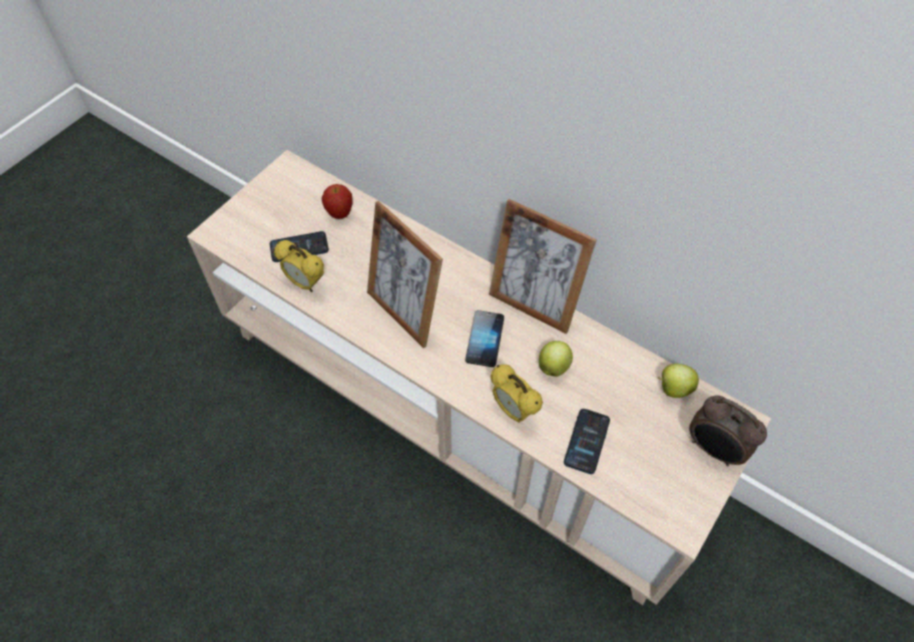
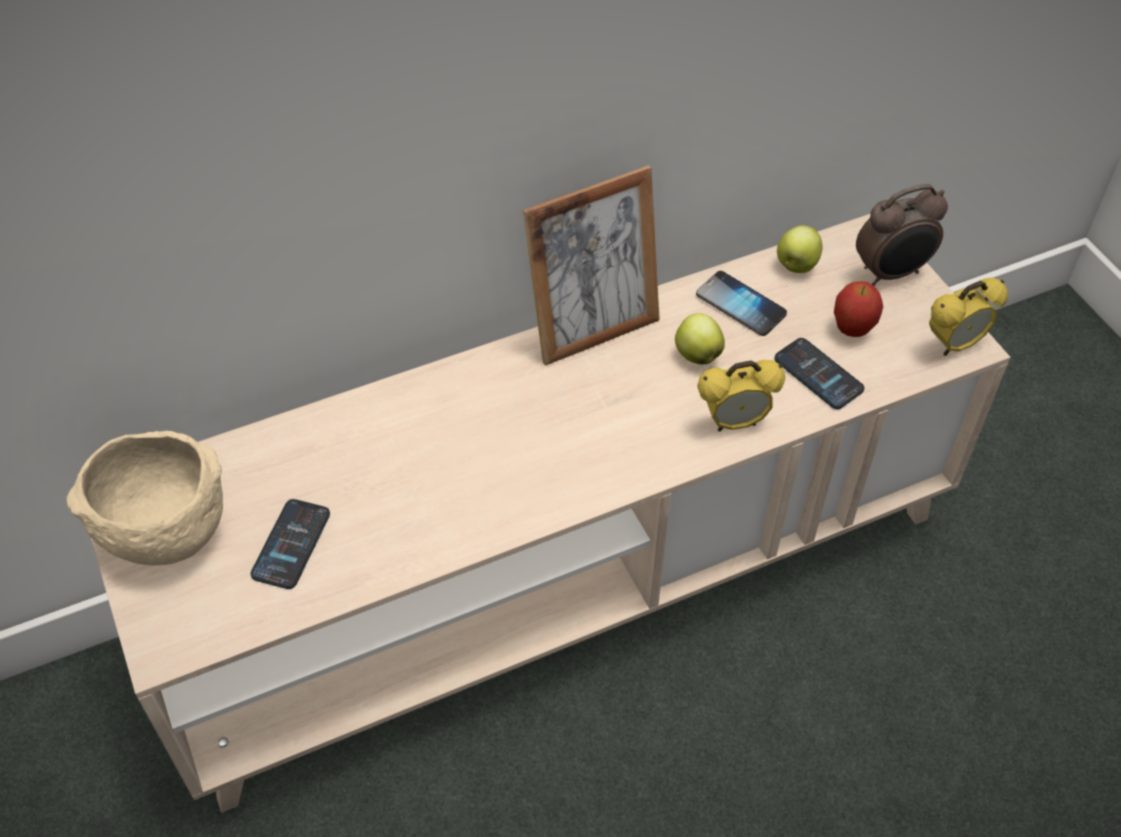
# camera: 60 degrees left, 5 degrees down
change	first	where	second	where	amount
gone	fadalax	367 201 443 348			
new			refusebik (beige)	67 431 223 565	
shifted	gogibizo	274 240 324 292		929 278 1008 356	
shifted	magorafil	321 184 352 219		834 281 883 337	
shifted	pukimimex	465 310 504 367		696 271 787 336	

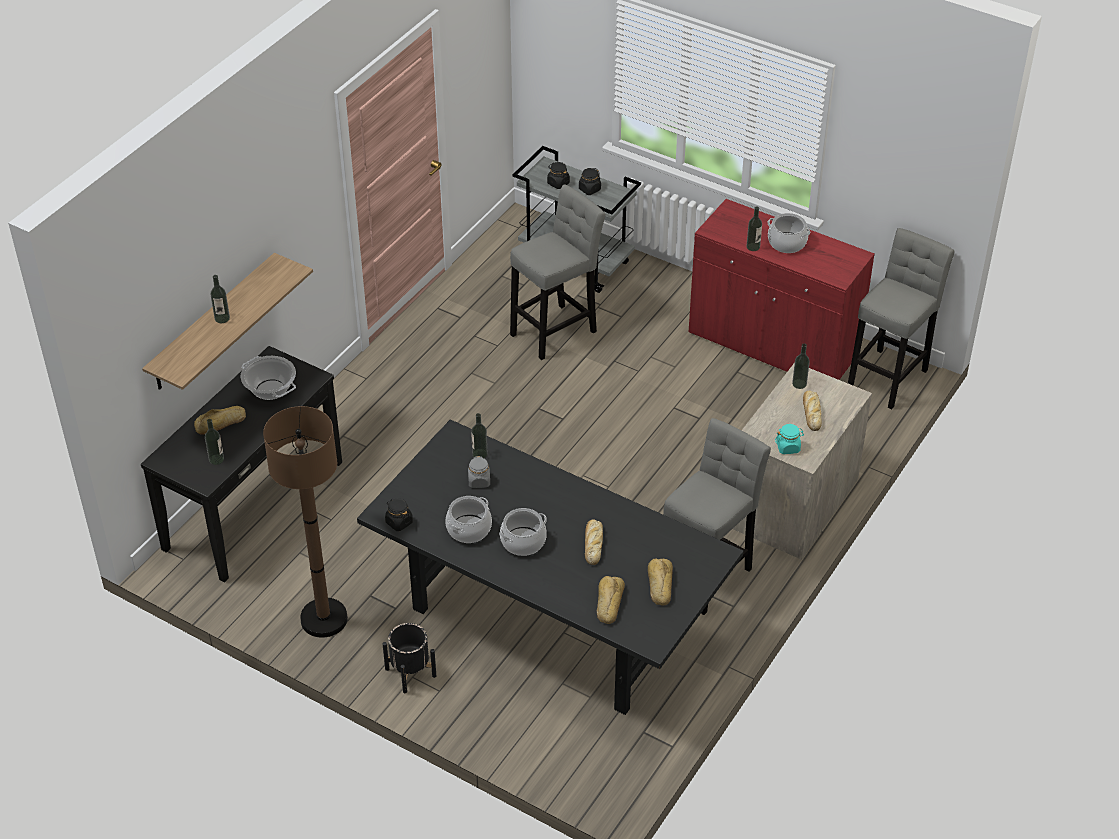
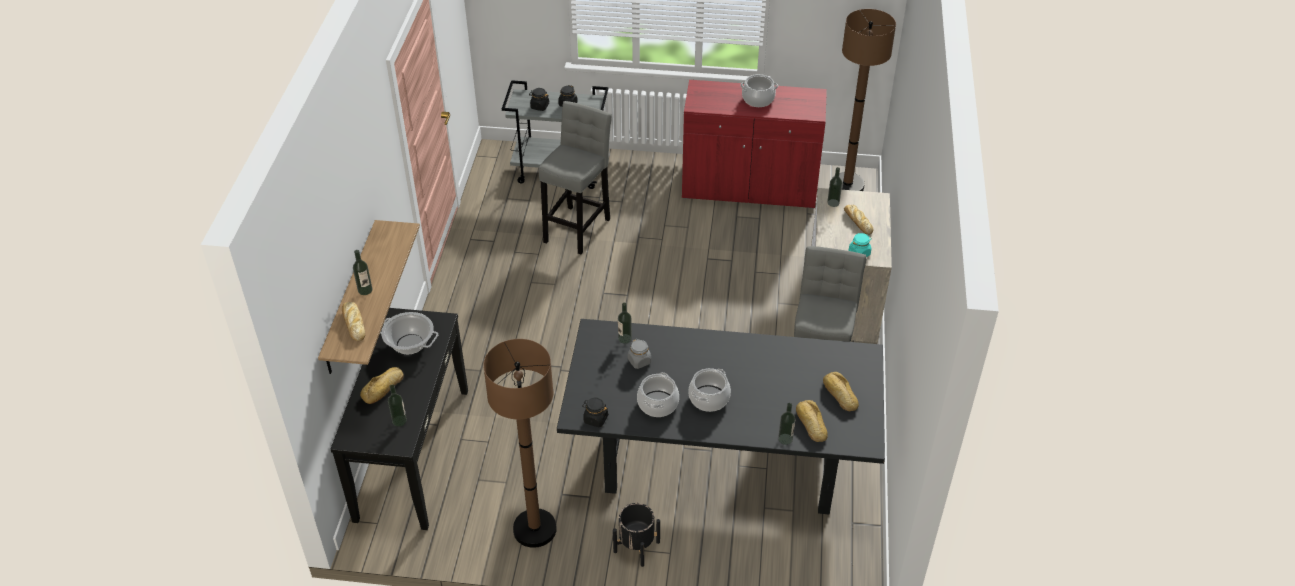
# camera: 25 degrees left, 0 degrees up
change	first	where	second	where	amount
shifted	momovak	585 520 603 565		342 302 365 341	
shifted	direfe	746 207 762 251		778 403 795 445	
swapped	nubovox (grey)	848 228 955 409	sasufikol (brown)	839 9 896 191	

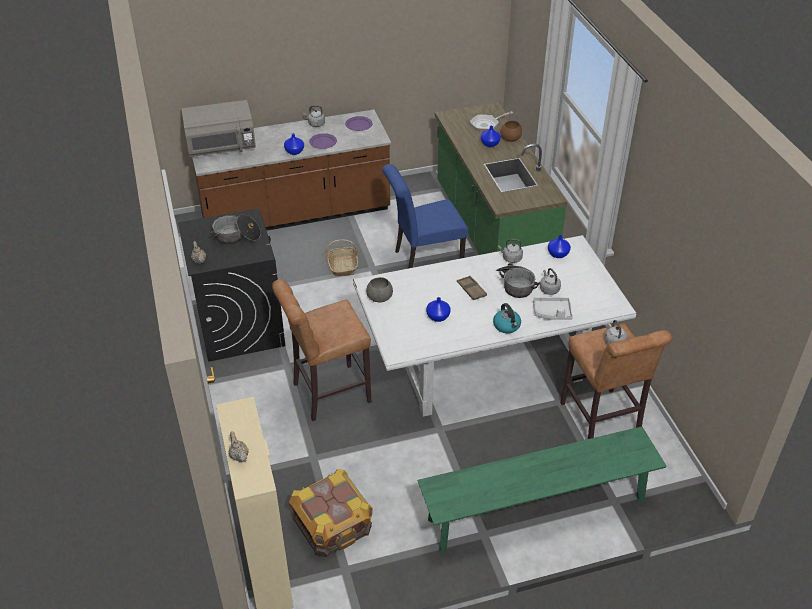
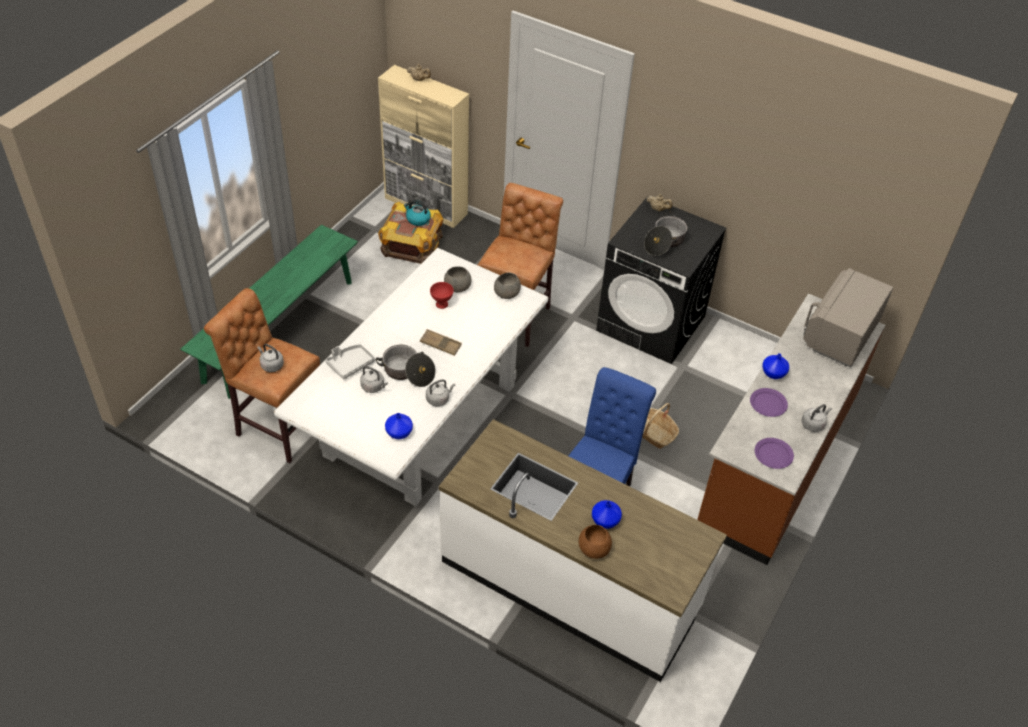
# camera: 135 degrees right, 5 degrees up
change	first	where	second	where	amount
gone	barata	470 111 513 132			
new			refusebik (grey)	444 266 471 293	
shifted	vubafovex	493 303 521 333		404 200 431 226	
swapped	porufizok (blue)	426 297 451 322	refusebik (red)	430 282 454 309	
repainted	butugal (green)	435 102 567 255	butugal (white)	439 419 727 682	

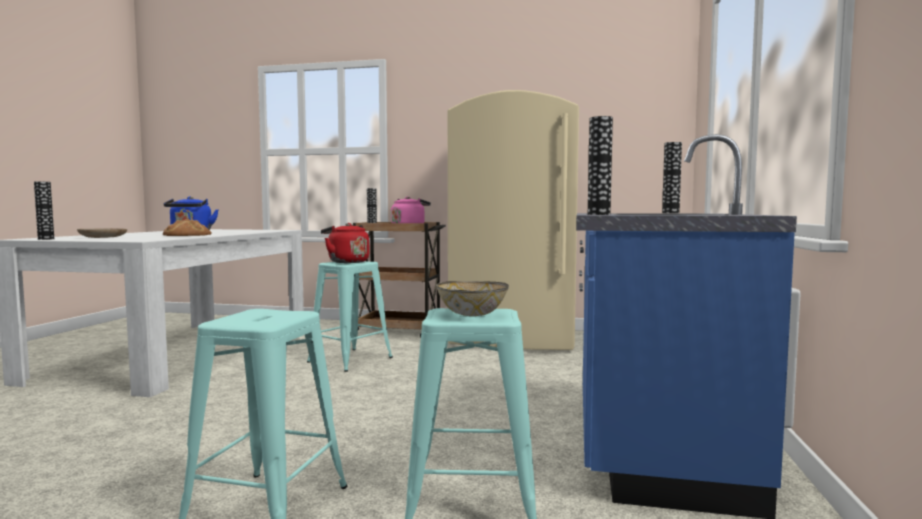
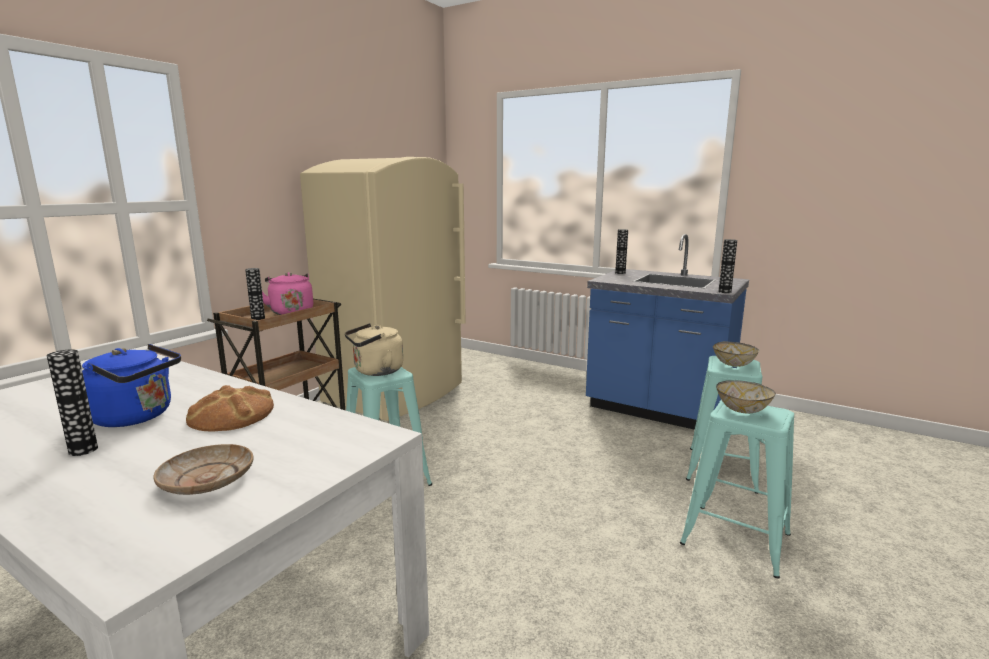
# camera: 70 degrees left, 10 degrees up
change	first	where	second	where	amount
new			refusebik	716 380 776 413	
shifted	porufizok	34 181 54 240		47 349 98 456	
repainted	vubafovex (red)	321 223 369 263	vubafovex (beige)	345 323 403 376	

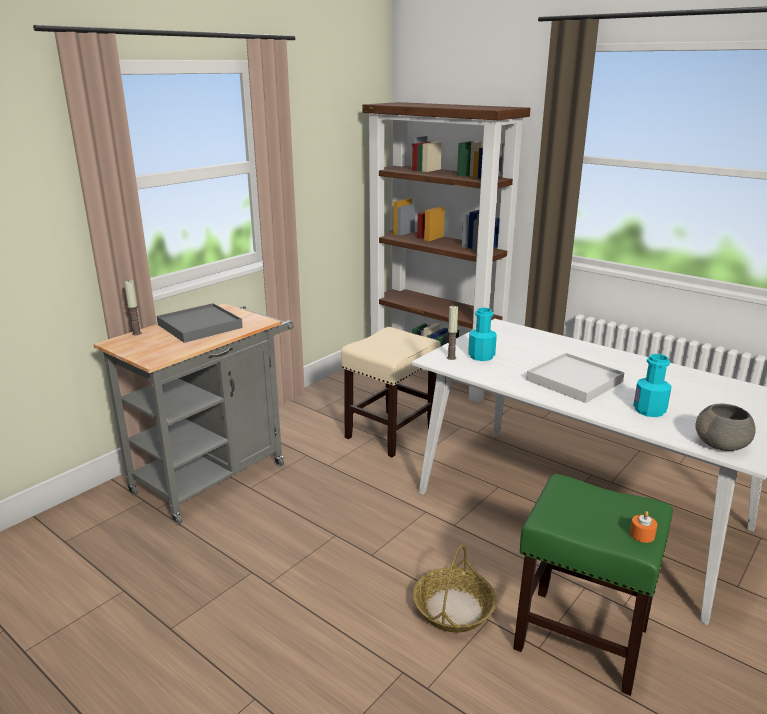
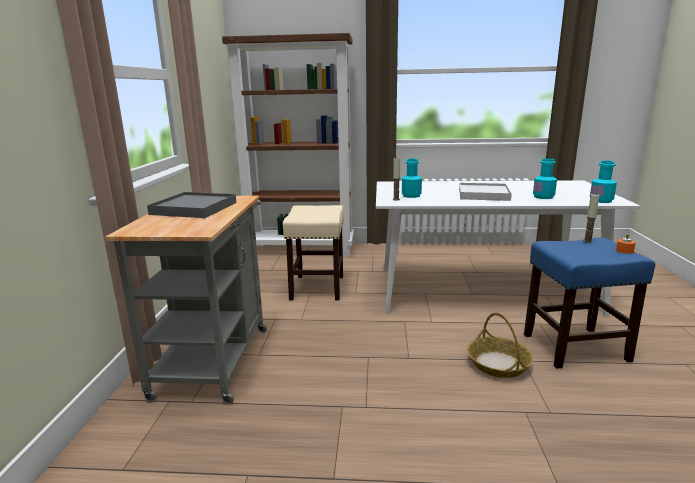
# camera: 35 degrees left, 5 degrees down
change	first	where	second	where	amount
shifted	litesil	124 280 142 335		583 194 600 243	
swapped	refusebik (grey)	695 404 756 451	direfe (turquoise)	590 161 617 203	
repainted	nubovox (green)	513 474 673 696	nubovox (blue)	524 238 655 369	

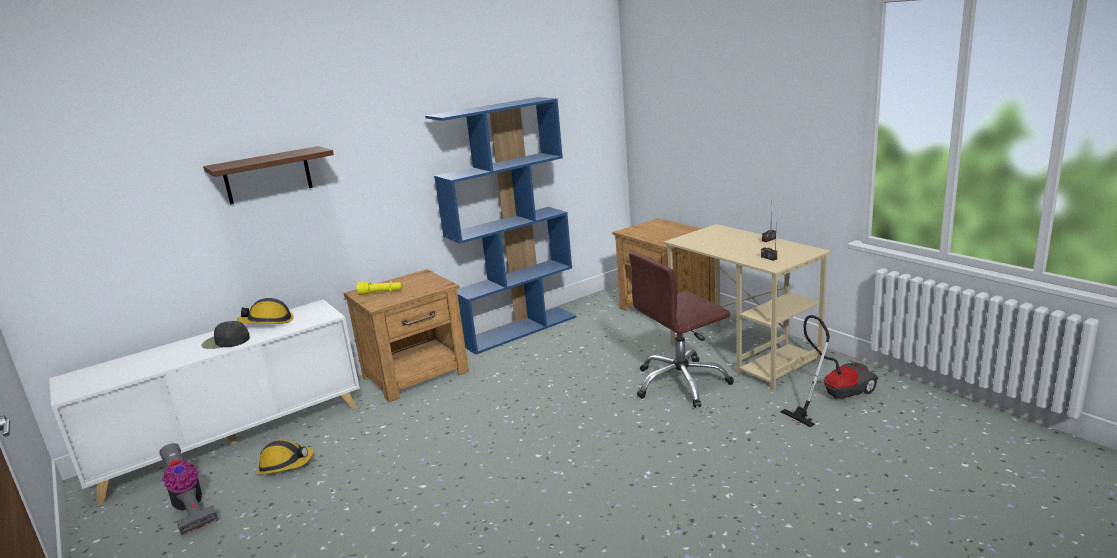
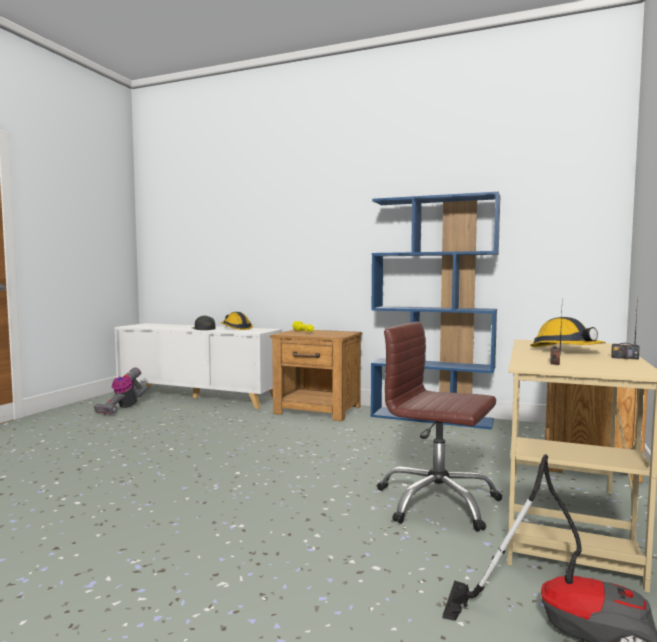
# camera: 55 degrees right, 15 degrees down
change	first	where	second	where	amount
gone	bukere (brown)	203 146 334 204			
shifted	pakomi	257 439 314 474		530 317 606 347	

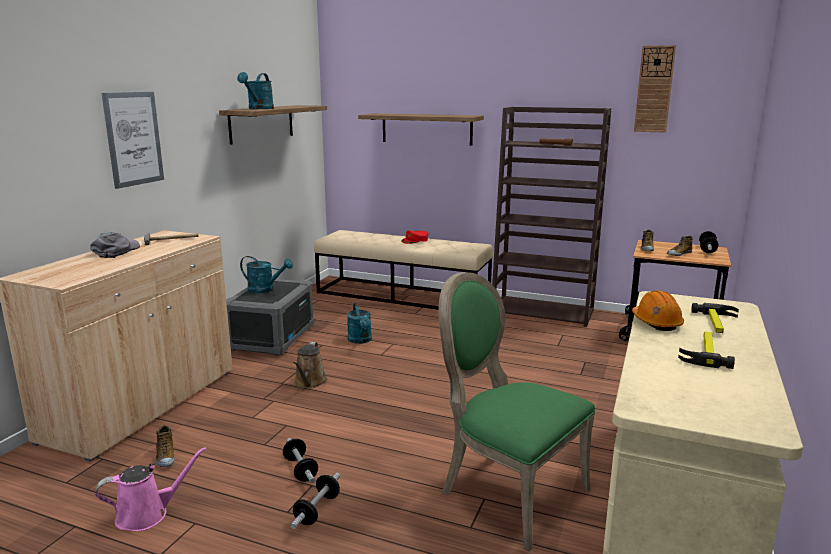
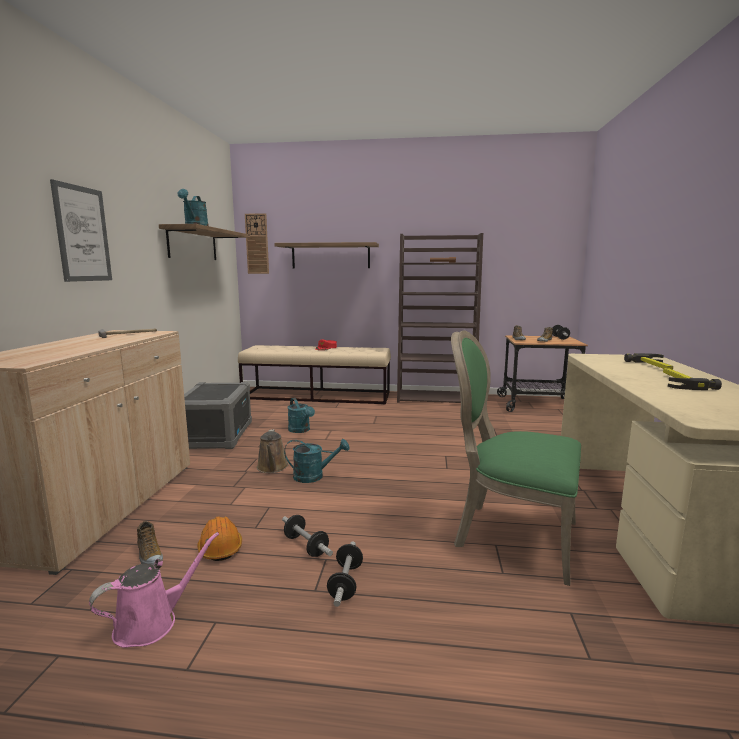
# camera: 15 degrees left, 5 degrees down
change	first	where	second	where	amount
gone	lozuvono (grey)	90 232 140 258			
shifted	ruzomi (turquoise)	240 256 293 294		284 439 349 483	
shifted	pakomi (orange)	632 290 684 331		197 516 242 561	
shifted	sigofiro	634 45 676 133		245 213 269 274	

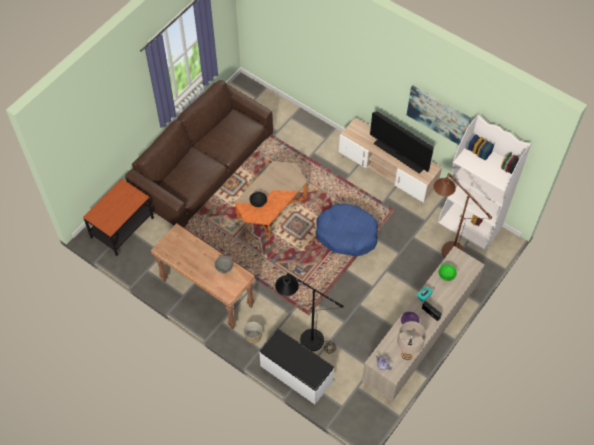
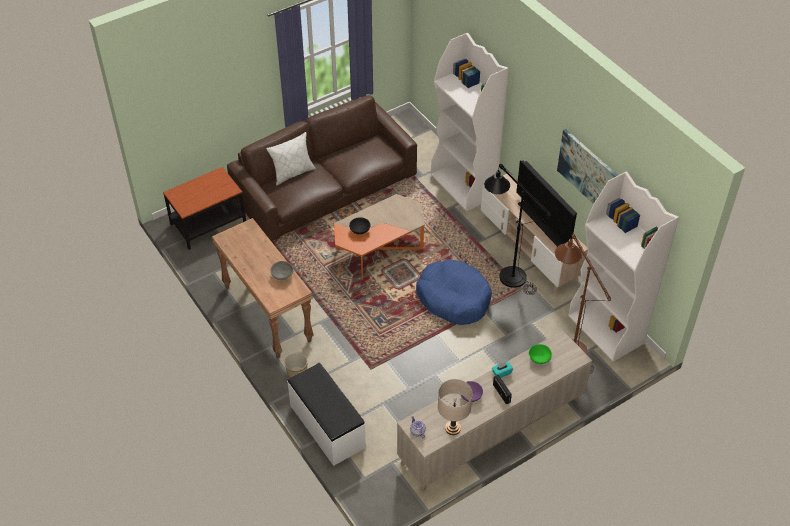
# camera: 20 degrees right, 10 degrees down
change	first	where	second	where	amount
new			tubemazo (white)	266 132 316 185	
new			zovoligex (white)	431 33 509 211	
shifted	sasufikol (black)	275 273 344 353		484 164 551 295	

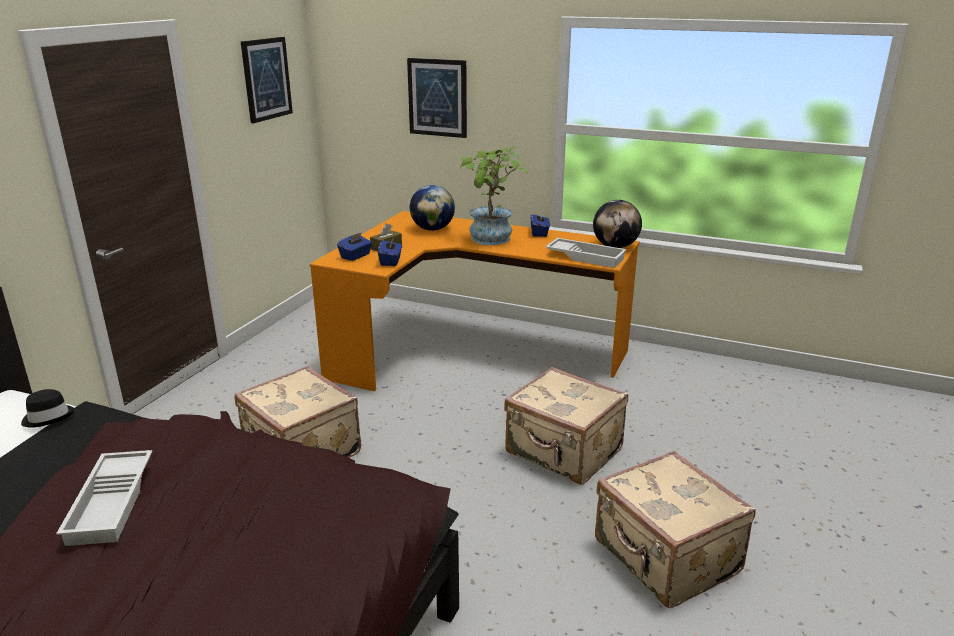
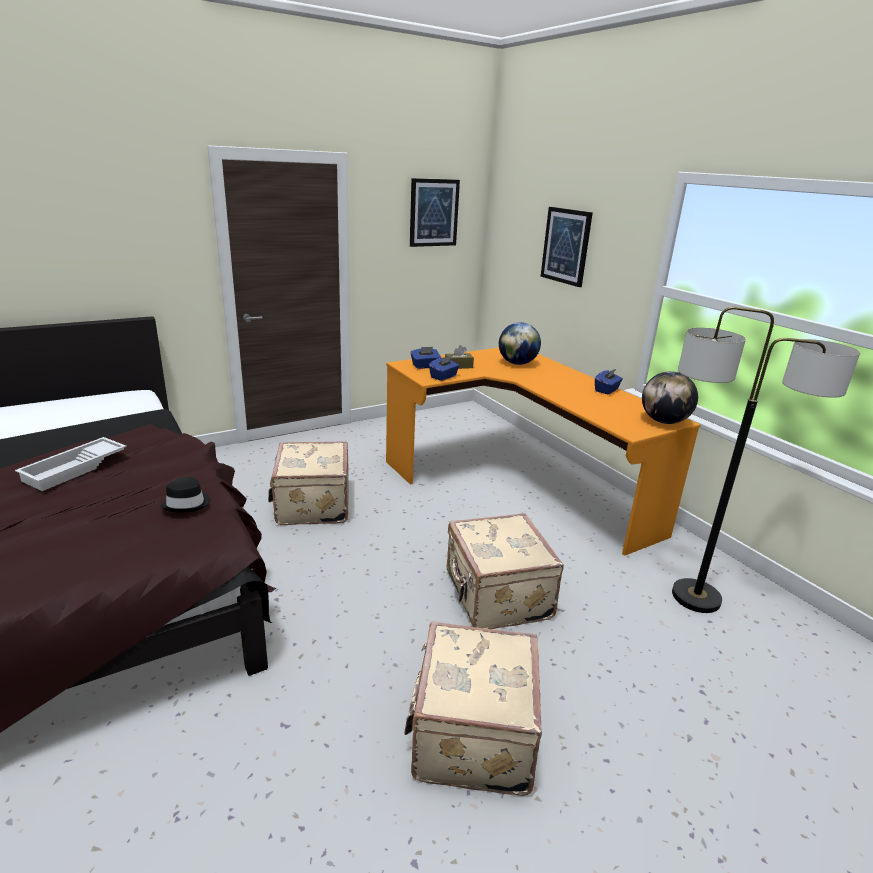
# camera: 35 degrees right, 0 degrees up
change	first	where	second	where	amount
gone	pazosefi	460 146 528 245			
gone	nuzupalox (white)	545 238 627 268			
new			sasufikol	672 307 860 613	
shifted	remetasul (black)	21 389 75 428		160 477 211 512	

